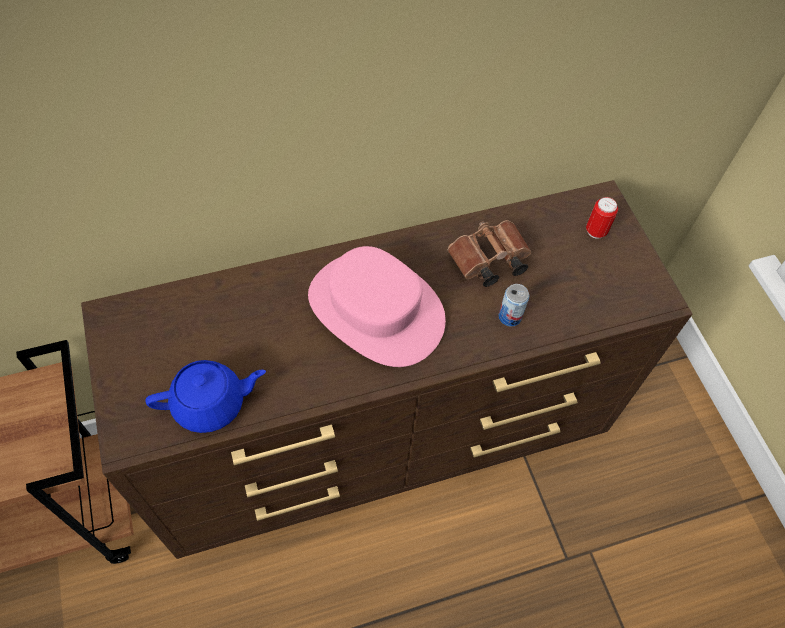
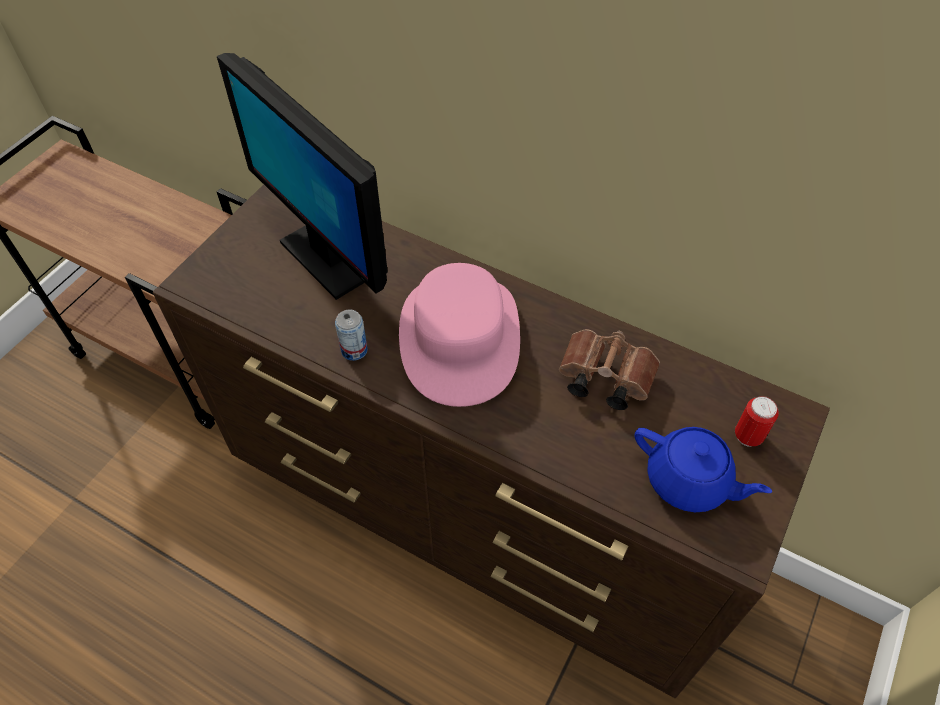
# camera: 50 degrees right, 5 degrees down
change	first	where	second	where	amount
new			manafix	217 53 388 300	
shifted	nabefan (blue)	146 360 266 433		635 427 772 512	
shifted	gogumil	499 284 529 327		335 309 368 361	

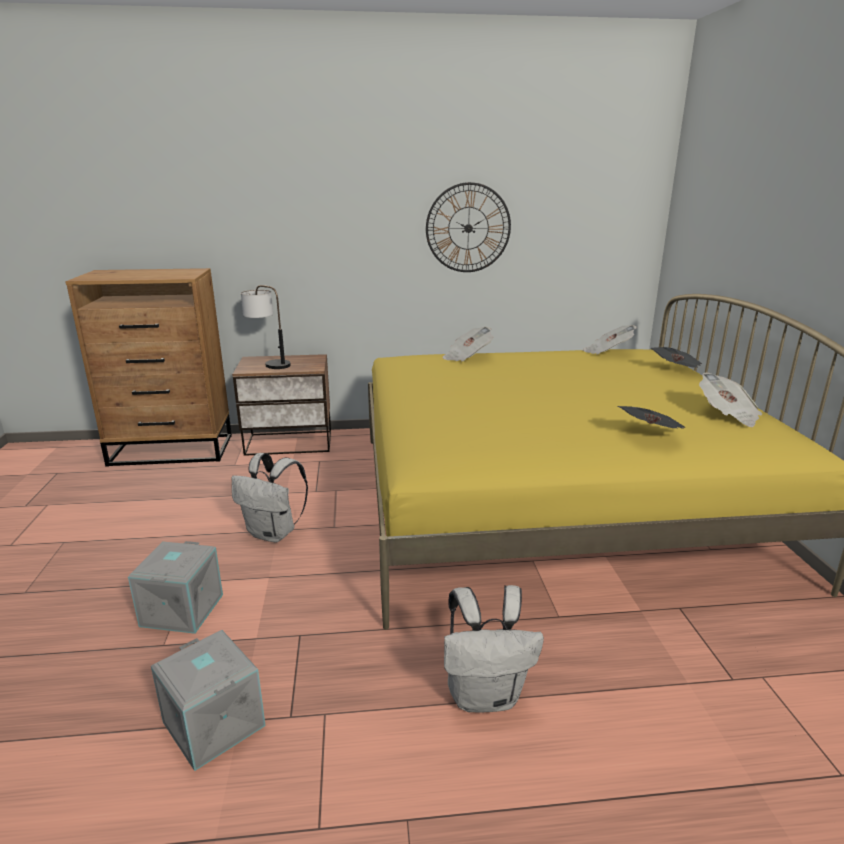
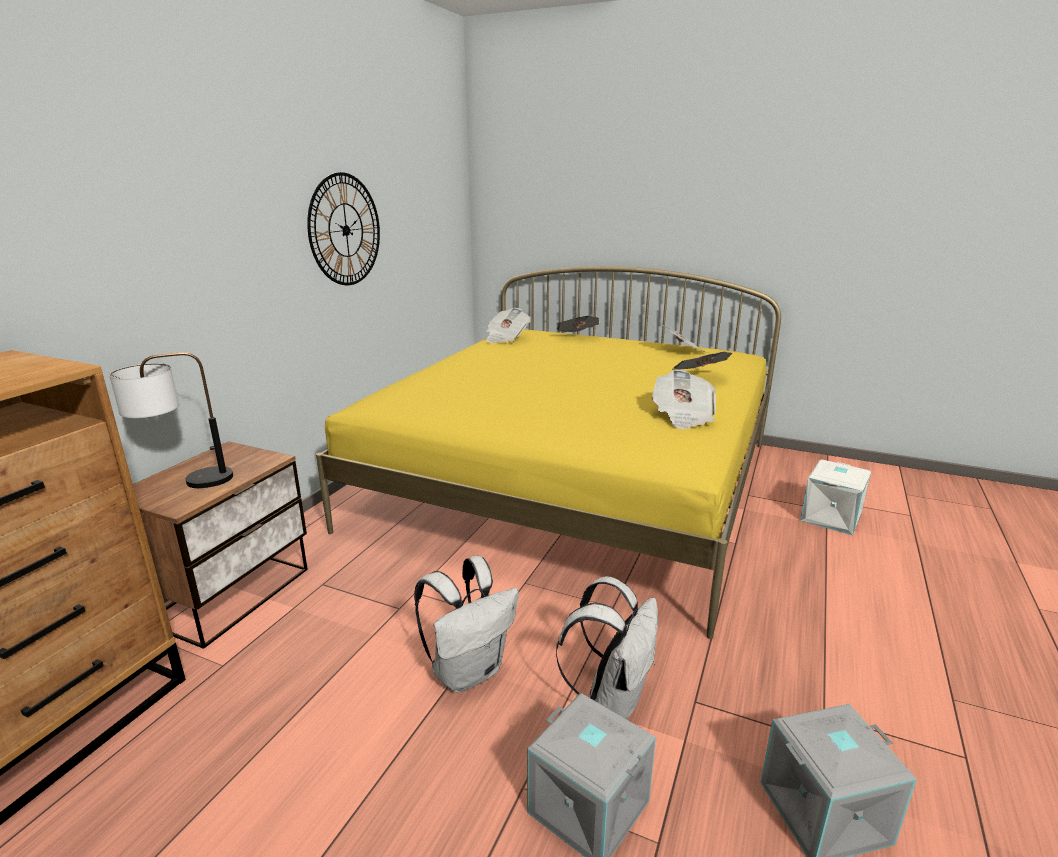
# camera: 60 degrees left, 0 degrees up
change	first	where	second	where	amount
new			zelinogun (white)	800 460 871 535	
shifted	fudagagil	443 327 493 361		651 369 716 429	
shifted	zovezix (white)	444 585 544 713		556 576 658 720	

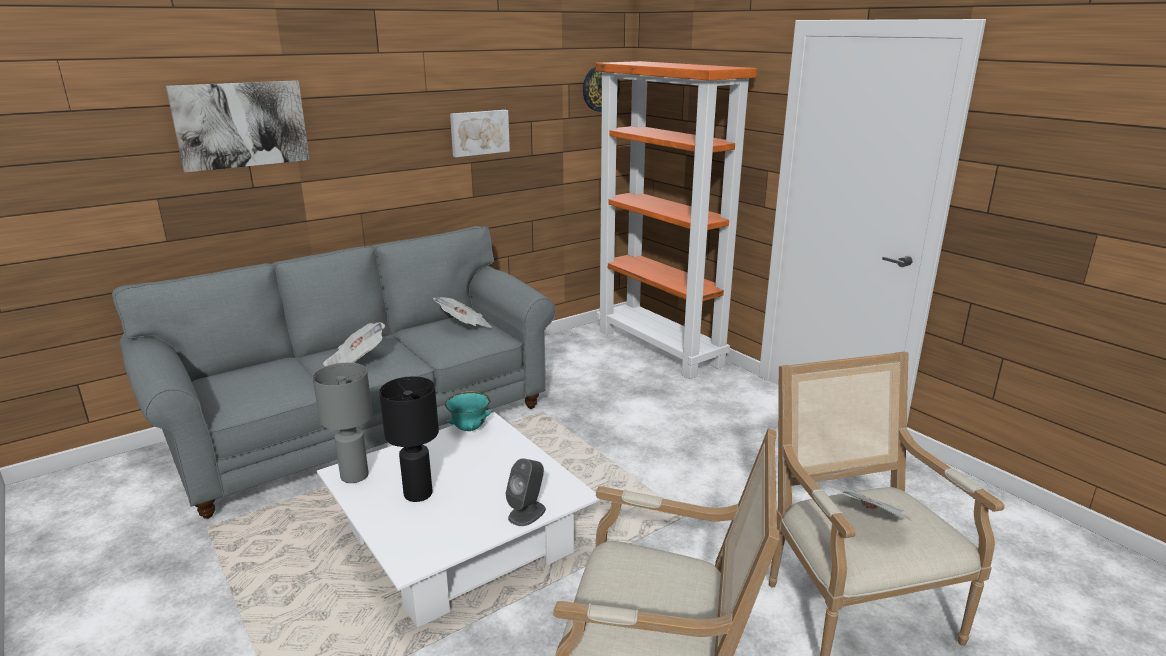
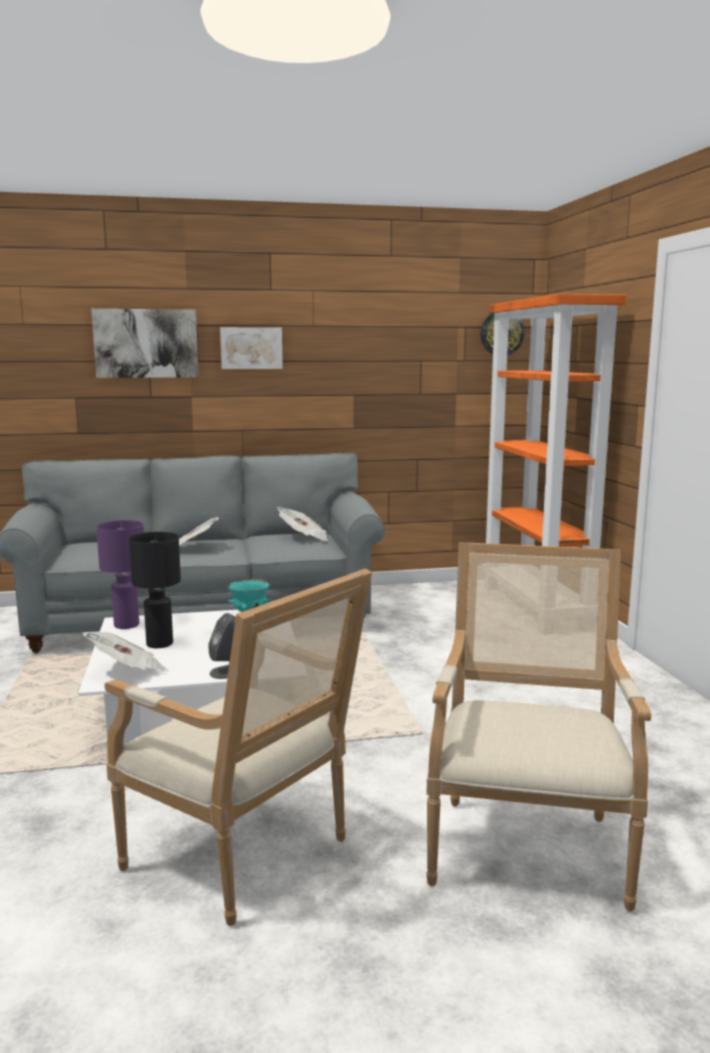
# camera: 25 degrees right, 10 degrees down
change	first	where	second	where	amount
shifted	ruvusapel	450 110 510 157		220 327 283 369	
shifted	fudagagil	824 481 910 520		83 632 169 671	
repainted	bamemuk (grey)	313 363 373 483	bamemuk (purple)	96 520 144 629	

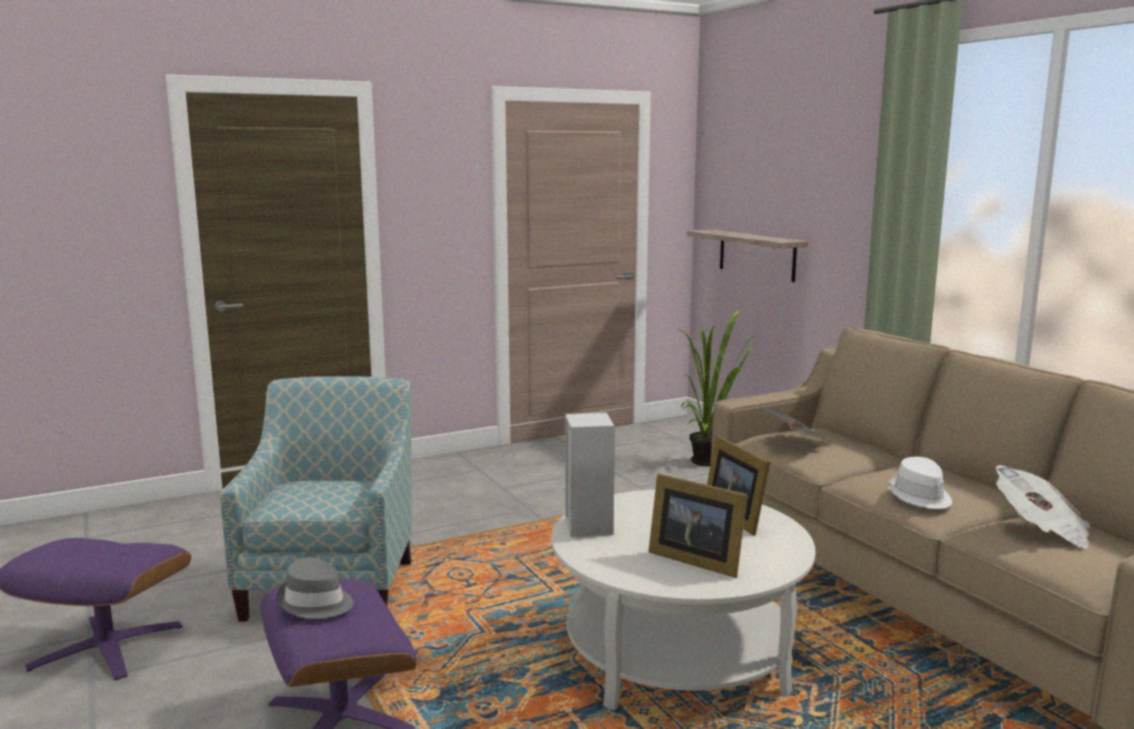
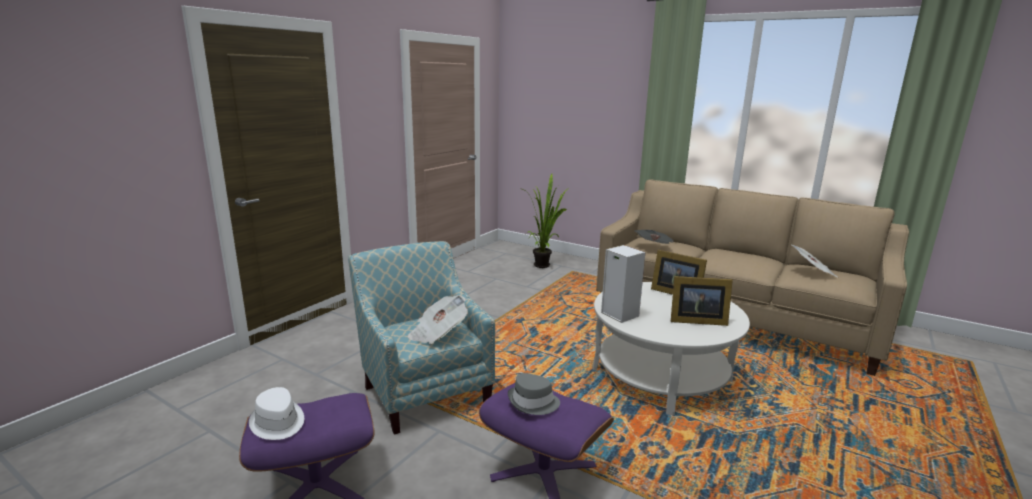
# camera: 30 degrees left, 5 degrees up
change	first	where	second	where	amount
gone	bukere	687 229 808 282			
new			fudagagil	408 295 468 344	
shifted	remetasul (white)	889 457 952 509		249 387 304 440	

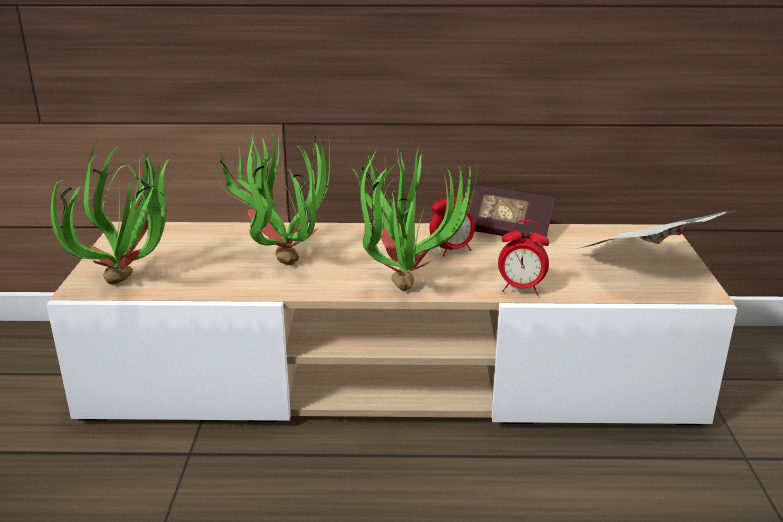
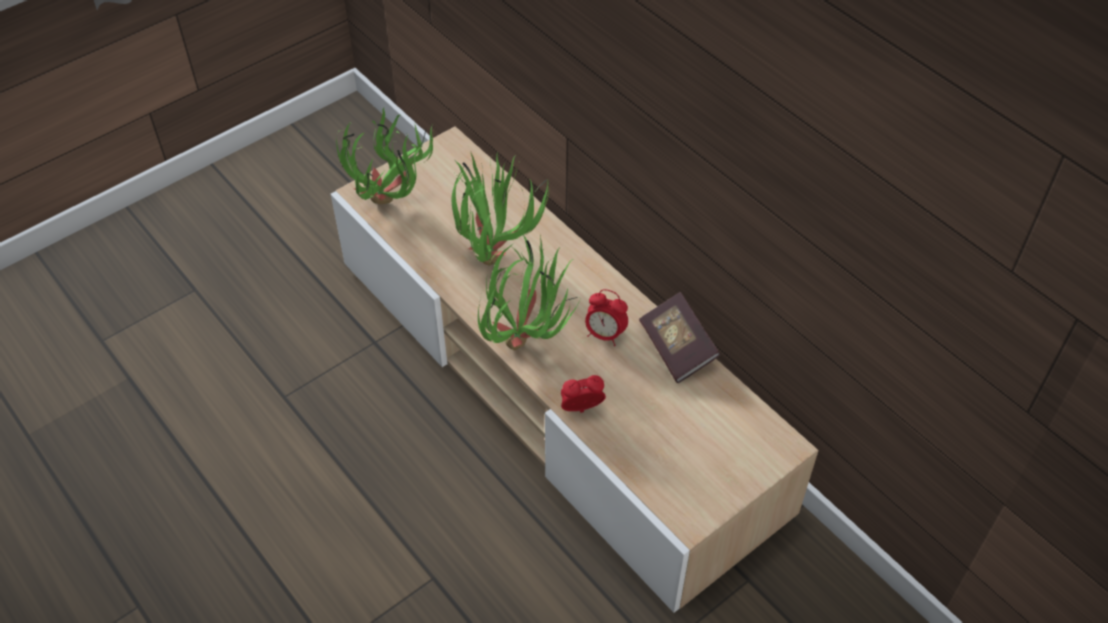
# camera: 50 degrees right, 25 degrees up
change	first	where	second	where	amount
gone	fudagagil	575 210 737 249			
rotated	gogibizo	498 220 549 296		561 375 606 413	105 degrees clockwise

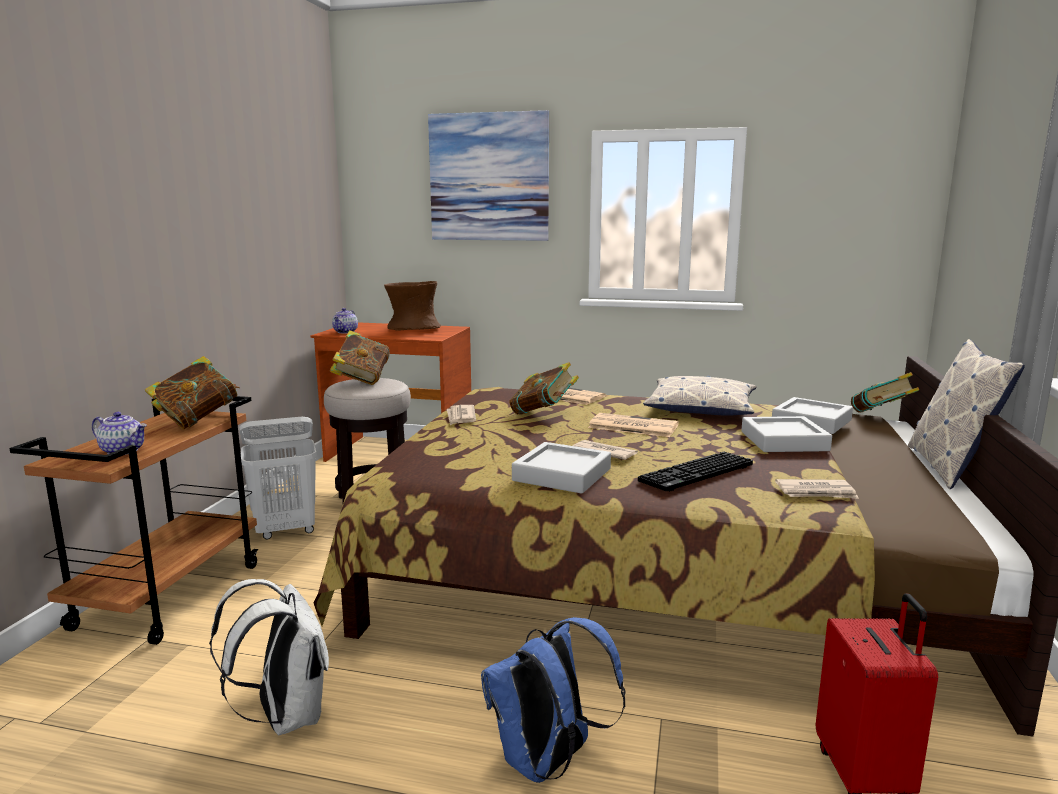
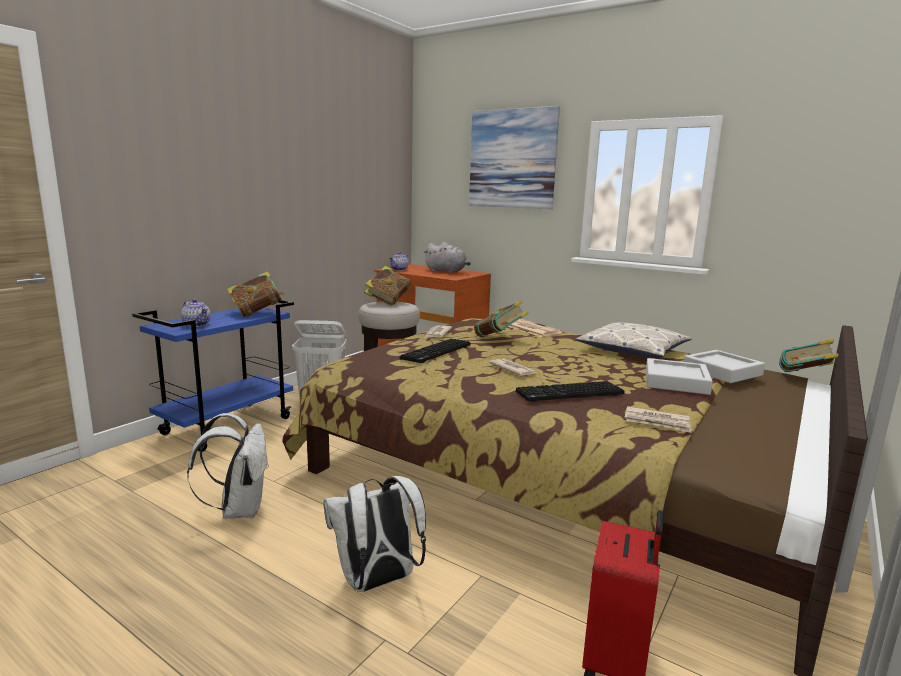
# camera: 20 degrees right, 0 degrees up
change	first	where	second	where	amount
gone	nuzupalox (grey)	512 442 611 494			
gone	fudagagil	588 413 679 437			
gone	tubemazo	908 339 1025 489			
new			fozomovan	400 339 471 363	
swapped	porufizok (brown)	384 281 441 330	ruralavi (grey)	423 242 471 273	
repainted	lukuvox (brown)	9 396 259 645	lukuvox (blue)	132 300 294 452	
repainted	zovezix (blue)	481 617 626 783	zovezix (white)	323 476 426 592	

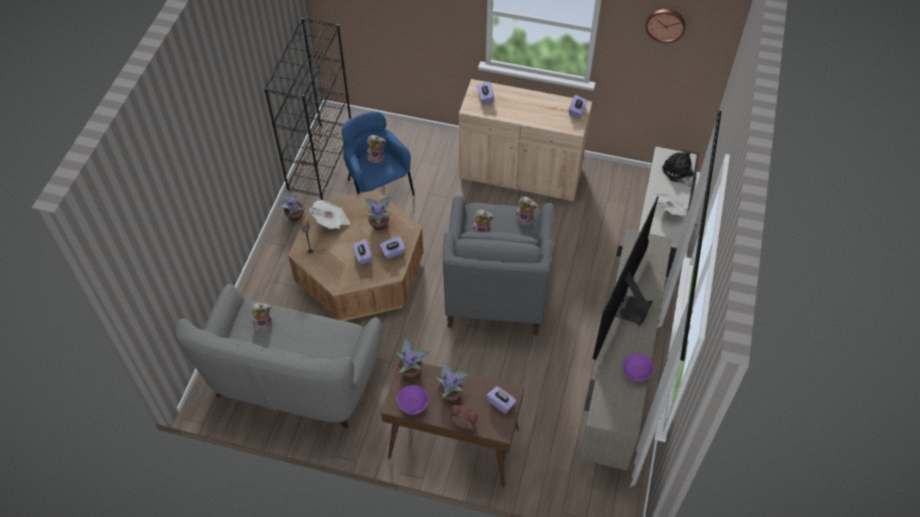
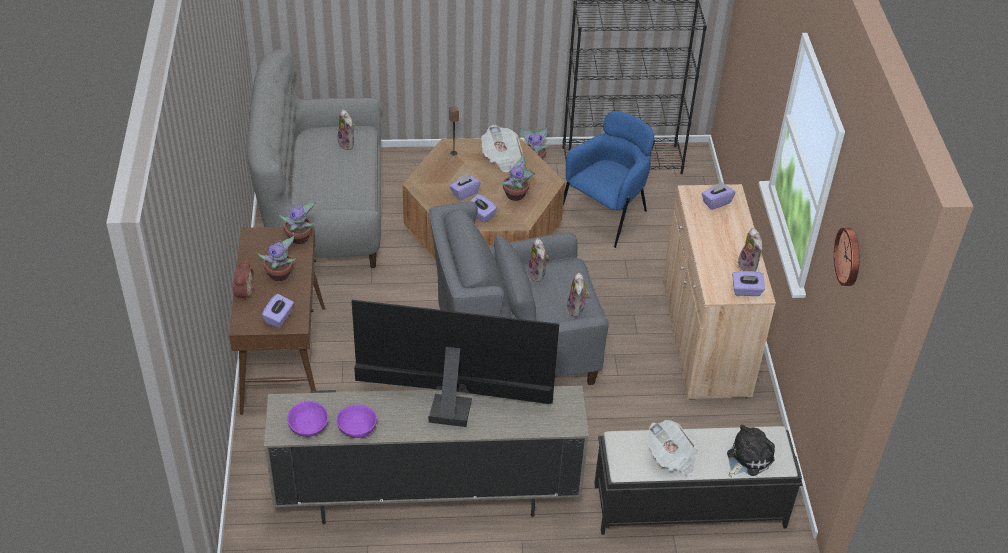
# camera: 70 degrees right, 10 degrees down
change	first	where	second	where	amount
shifted	ruralavi	367 135 386 163		738 228 763 272	
shifted	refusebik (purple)	397 385 429 415		287 401 328 437	

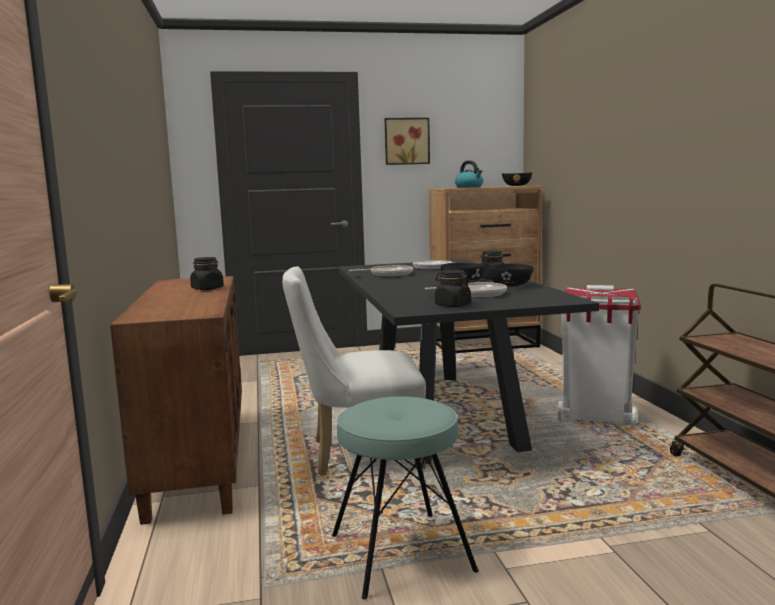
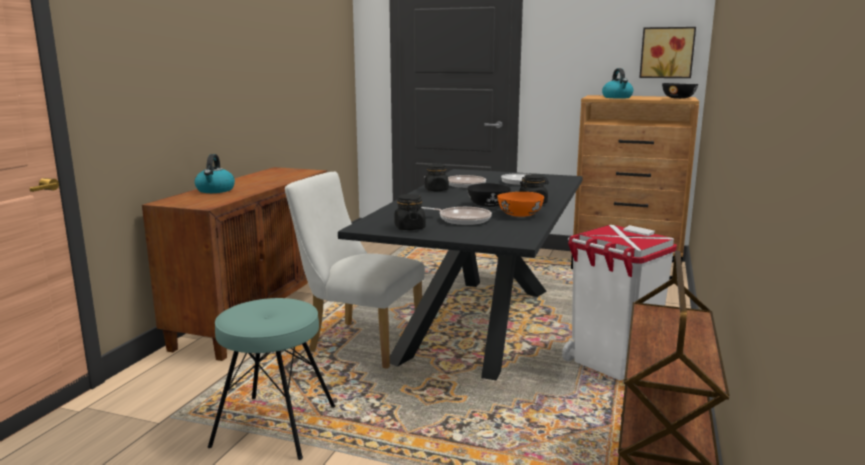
# camera: 30 degrees right, 5 degrees up
change	first	where	second	where	amount
new			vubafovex	194 154 235 193	
shifted	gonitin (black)	190 257 224 290		425 164 449 191	
shifted	ruvusapel	385 118 430 165		639 27 696 78	
repainted	refusebik (black)	488 264 534 287	refusebik (orange)	497 192 544 217	

